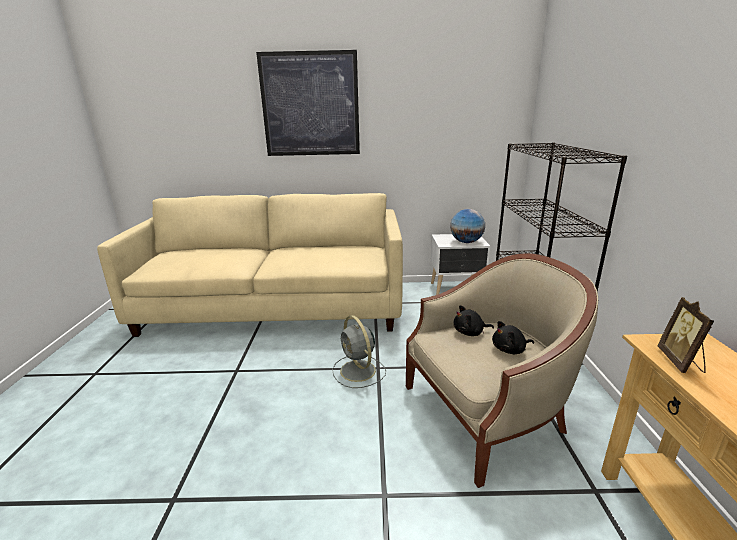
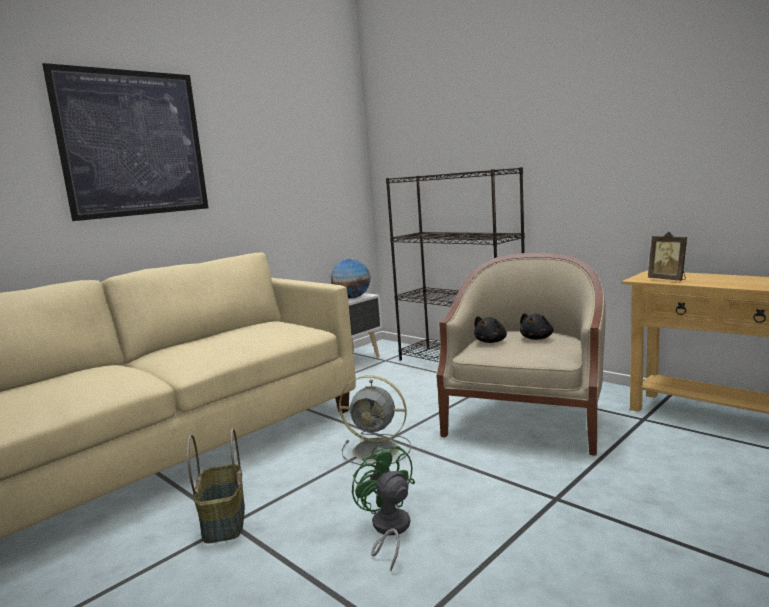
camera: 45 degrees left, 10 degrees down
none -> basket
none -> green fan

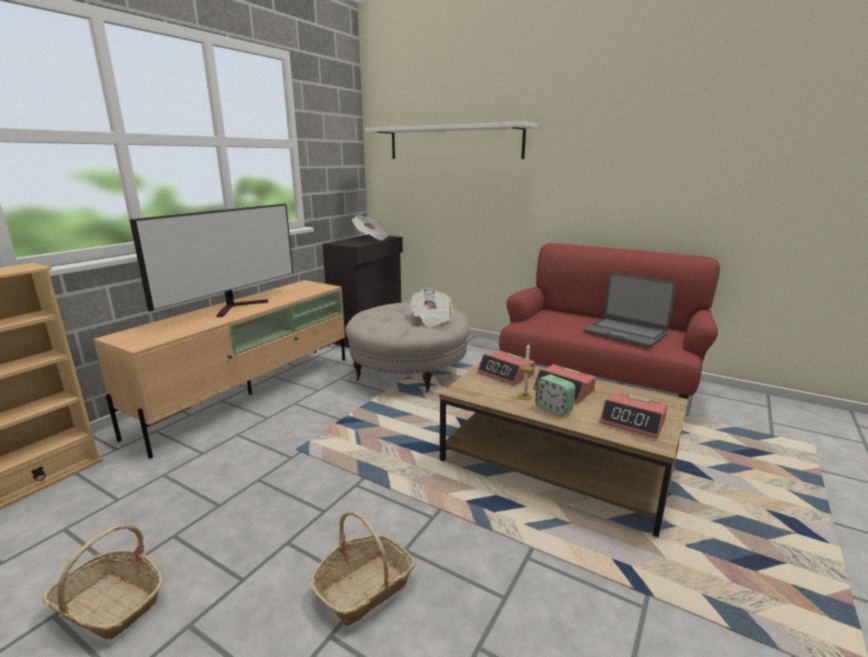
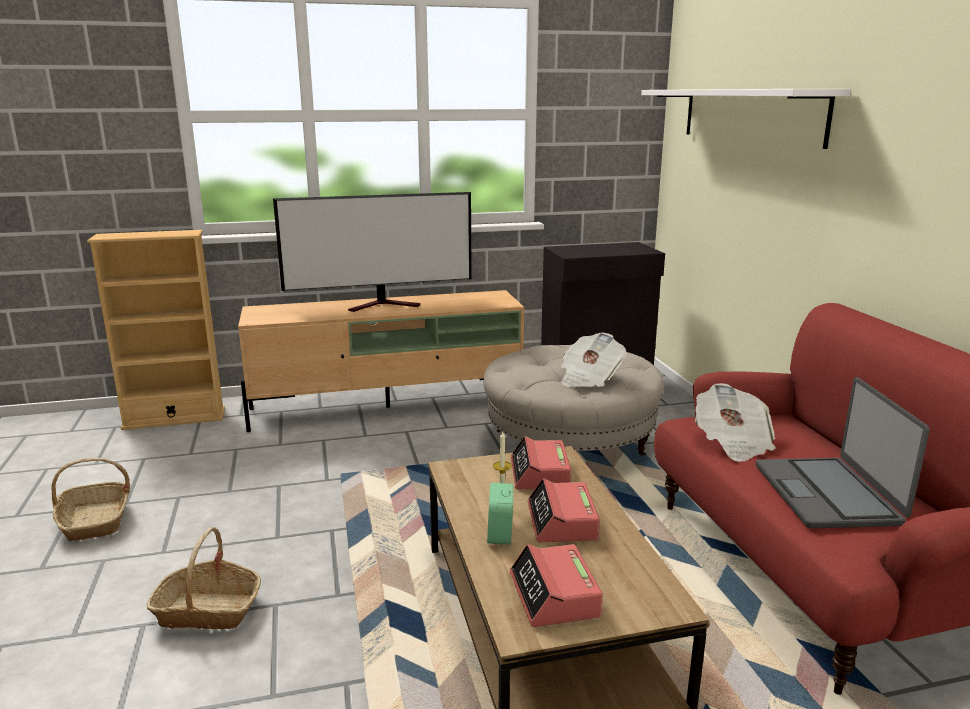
camera: 45 degrees right, 0 degrees up
newspaper (1st from left in the first image) -> newspaper (2nd from left), move

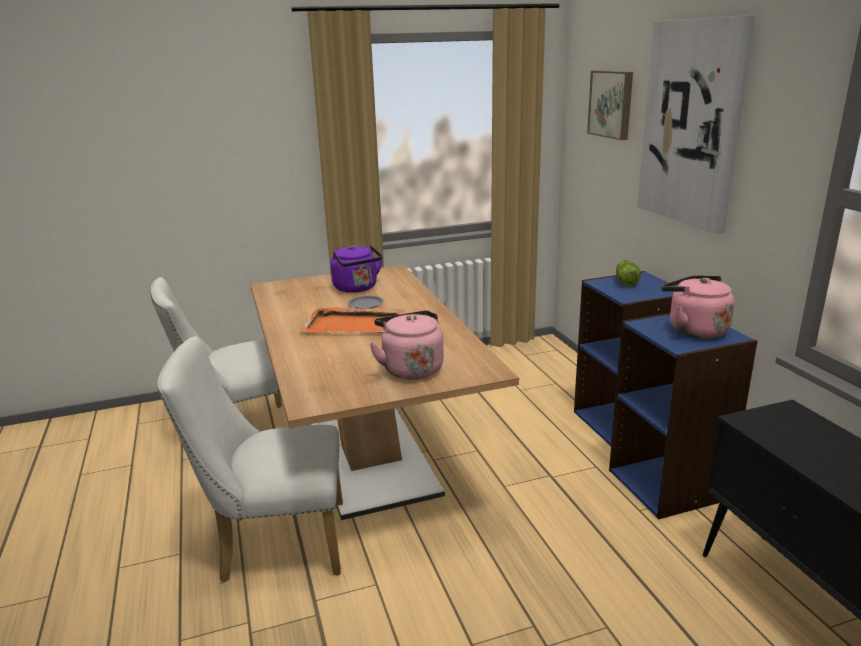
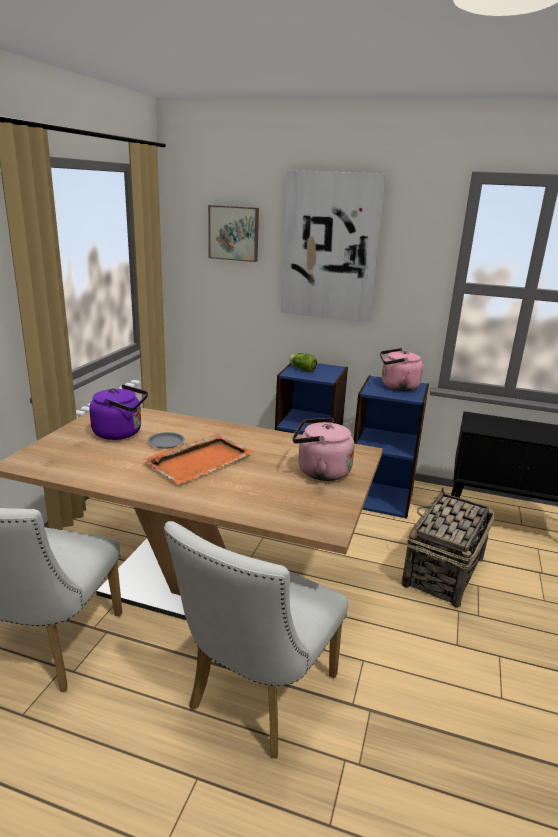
camera: 55 degrees left, 0 degrees up
none -> basket

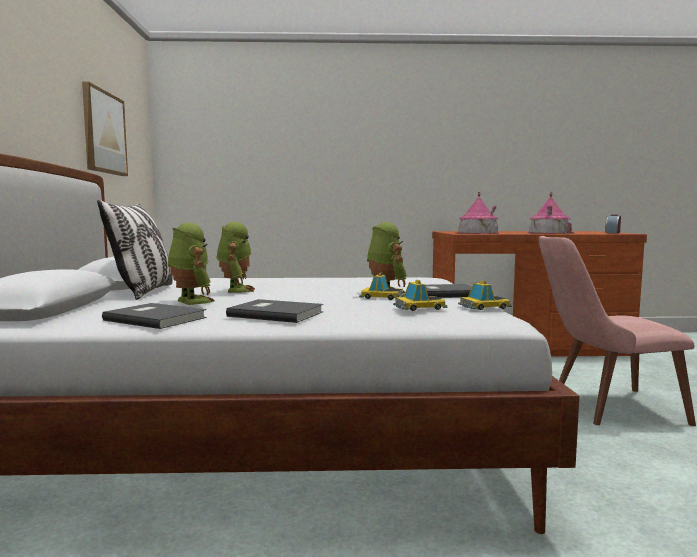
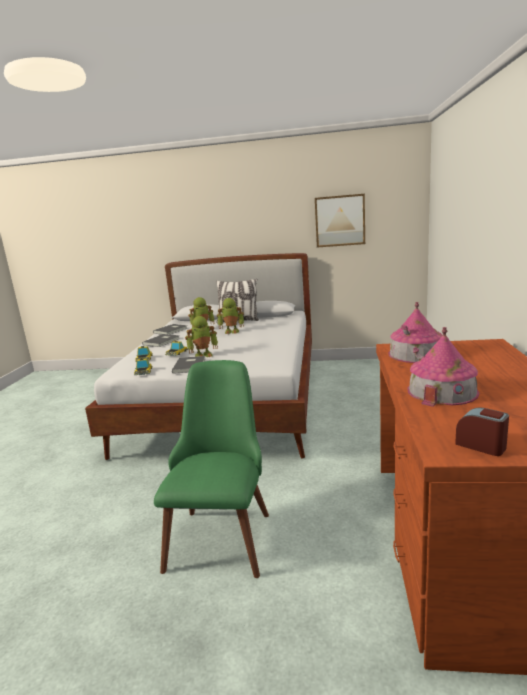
camera: 100 degrees right, 10 degrees up
pink chair -> green chair

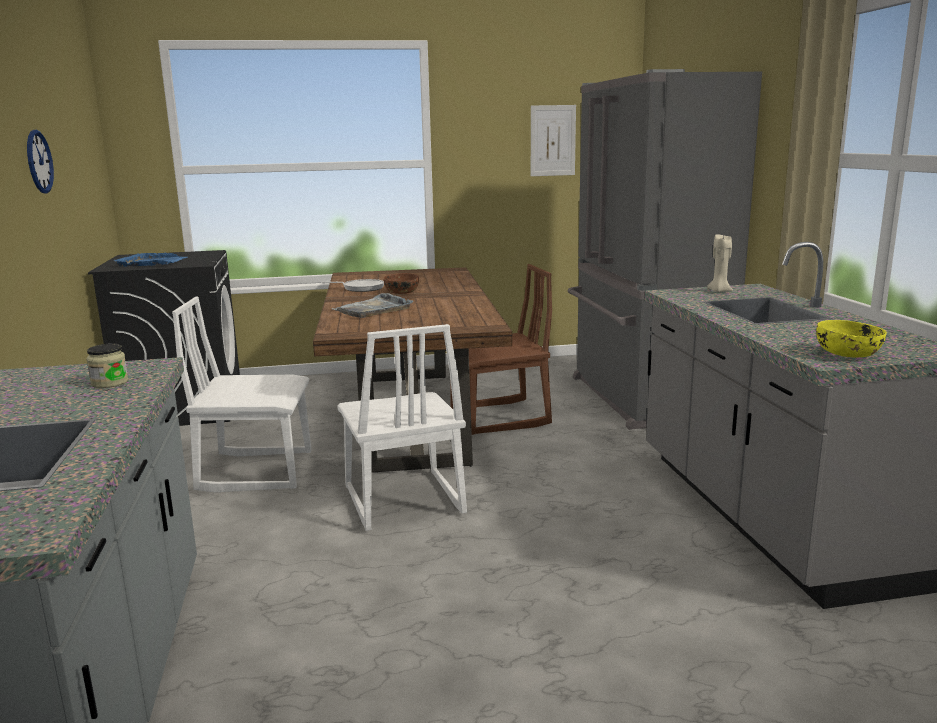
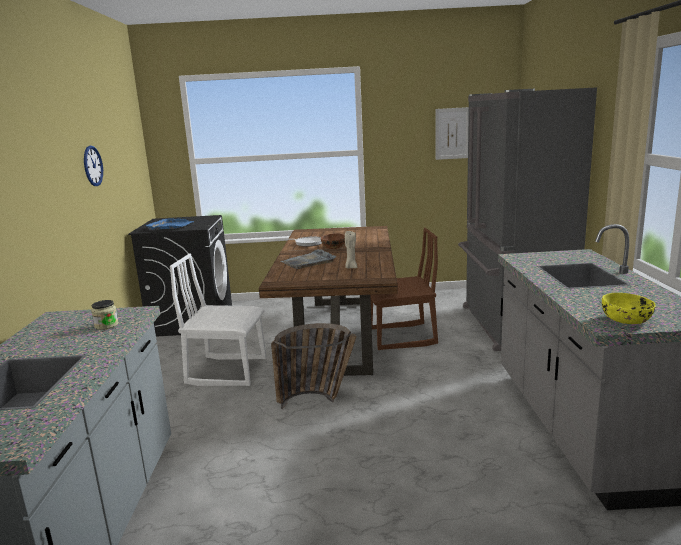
camera: 10 degrees right, 0 degrees up
beige candle, move
white chair (2nd from left) -> basket

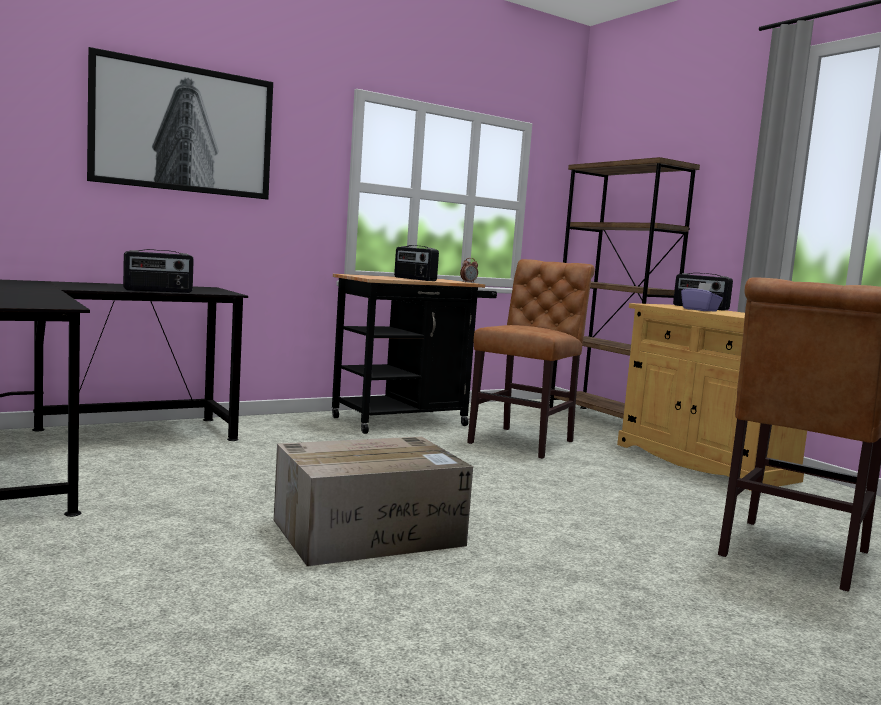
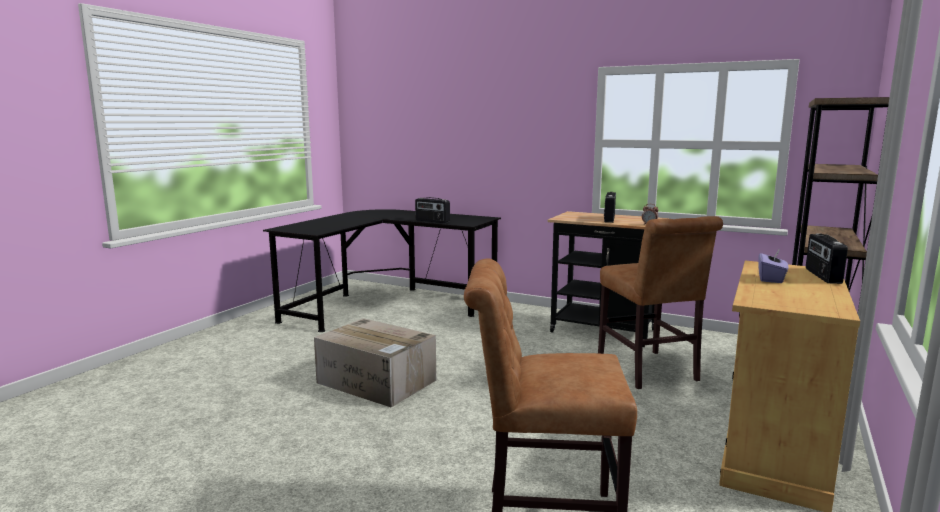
camera: 60 degrees right, 5 degrees up
picture -> none
brown chair (1st from left in the first image) -> brown chair (2nd from left), 75 degrees clockwise

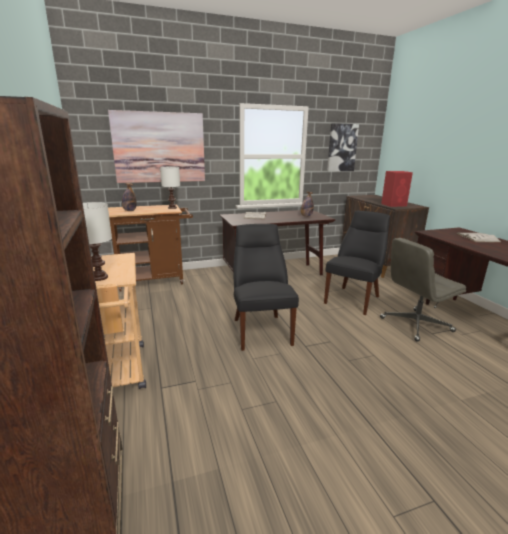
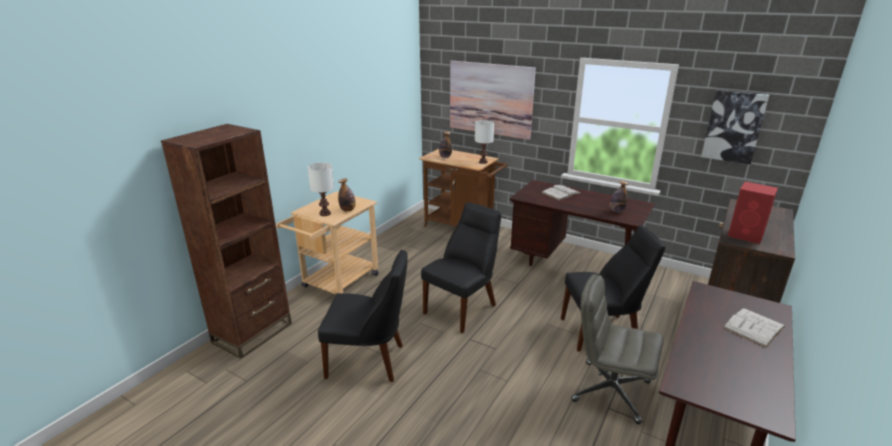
camera: 50 degrees right, 5 degrees up
none -> bottle (1st from left)
none -> black chair (1st from left)

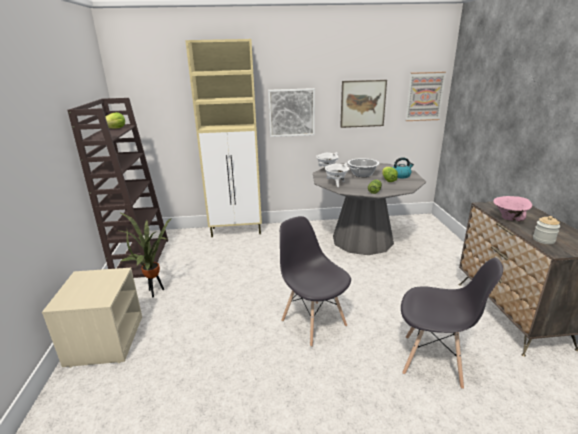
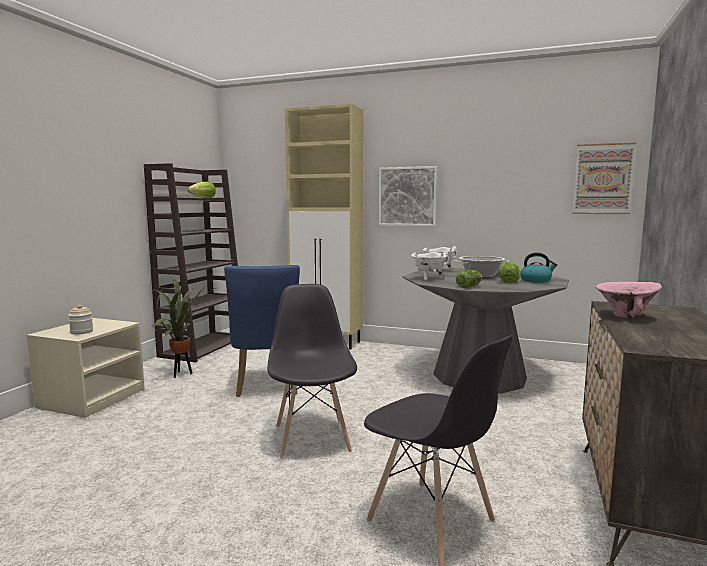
camera: 25 degrees right, 15 degrees down
picture (2nd from left) -> none
jar, move
none -> blue chair

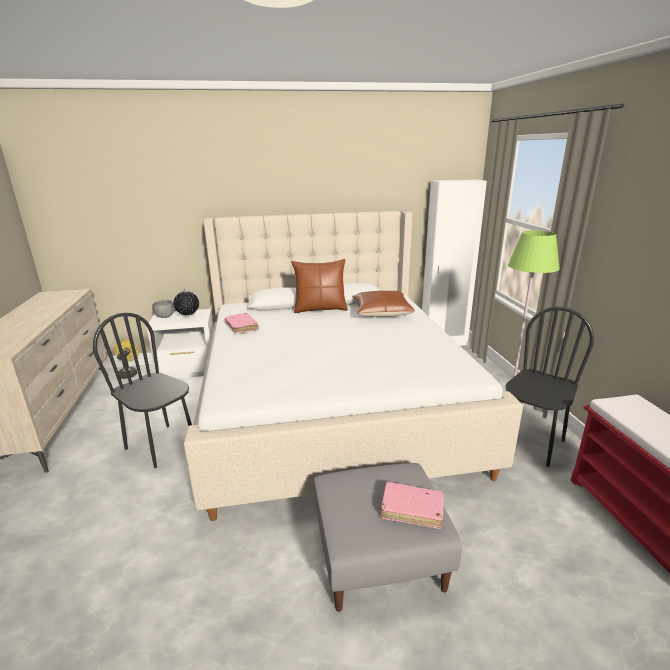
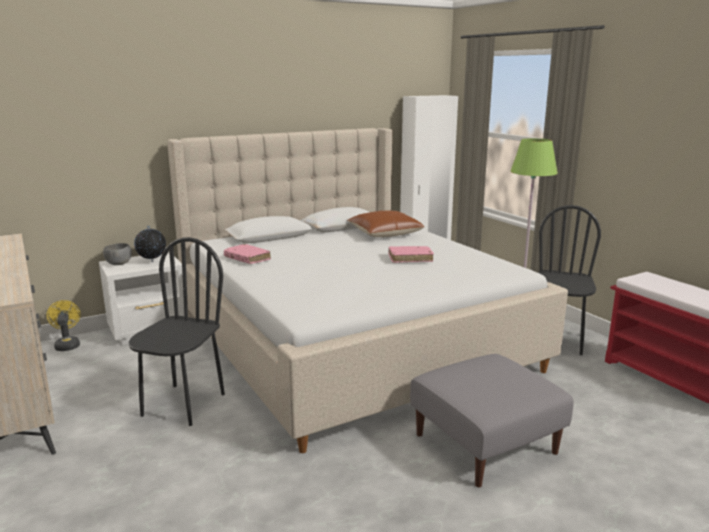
camera: 20 degrees left, 5 degrees down
brown pillow (1st from left) -> none
black chair (1st from left), 90 degrees clockwise
pink book (2nd from left), move

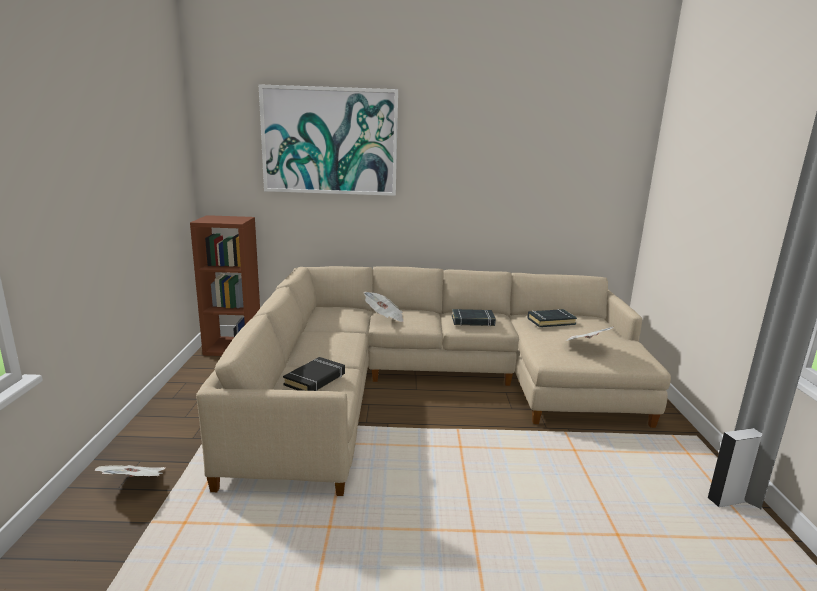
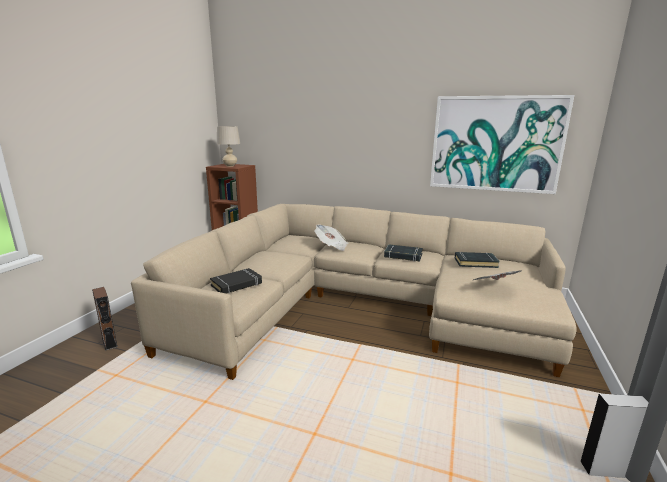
camera: 20 degrees right, 0 degrees up
picture, move
newspaper (1st from left) -> brown speaker
none -> beige table lamp

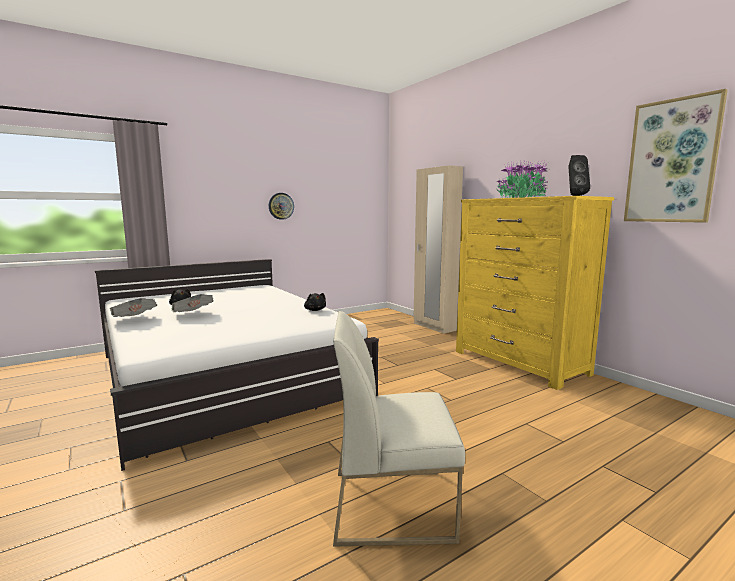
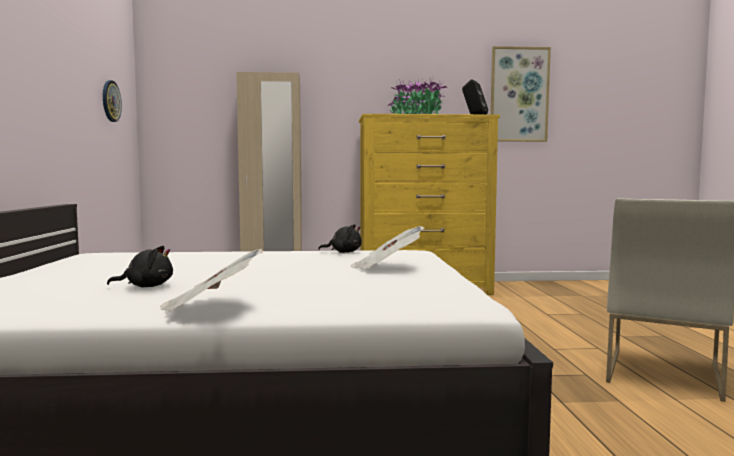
camera: 60 degrees left, 5 degrees down
wall clock, move
newspaper (2nd from left), move

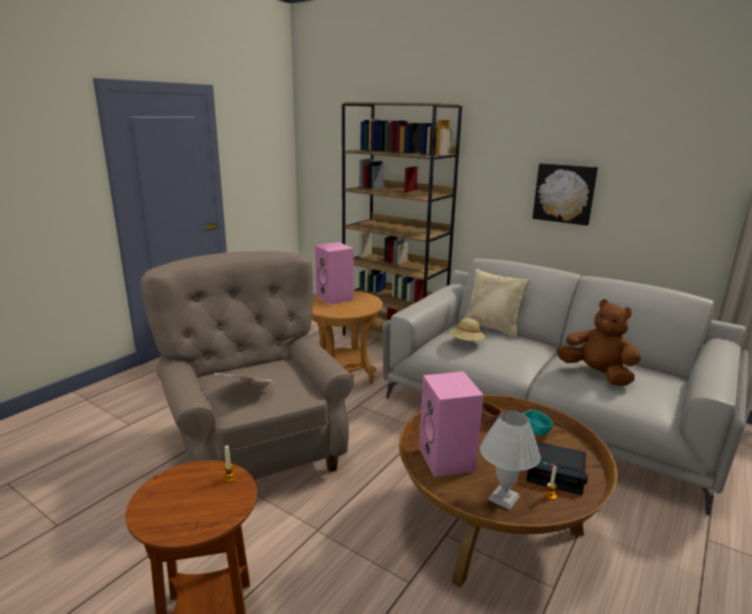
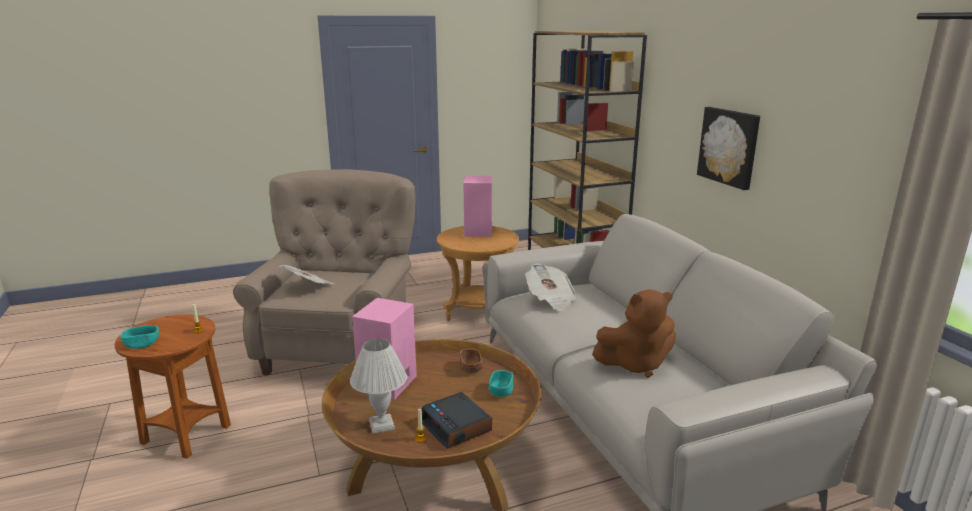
camera: 35 degrees right, 0 degrees up
beige pillow -> none
brown plush toy, 90 degrees clockwise
beige hat -> newspaper (2nd from left)
none -> turquoise bowl (1st from left)

